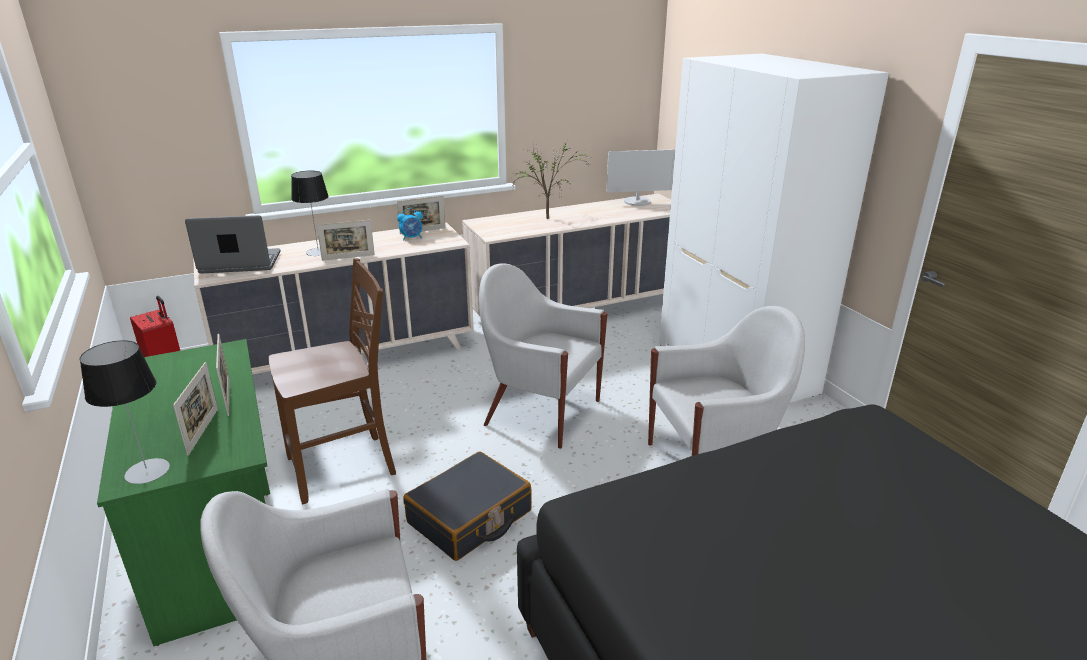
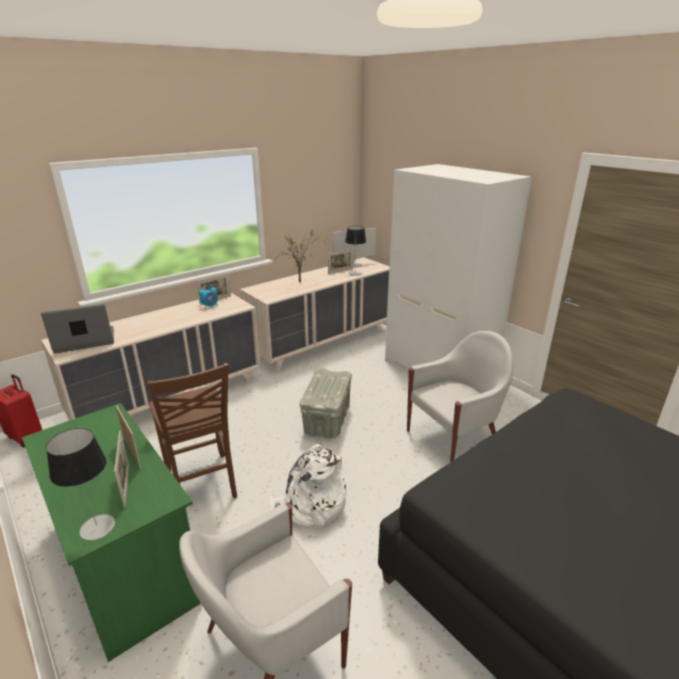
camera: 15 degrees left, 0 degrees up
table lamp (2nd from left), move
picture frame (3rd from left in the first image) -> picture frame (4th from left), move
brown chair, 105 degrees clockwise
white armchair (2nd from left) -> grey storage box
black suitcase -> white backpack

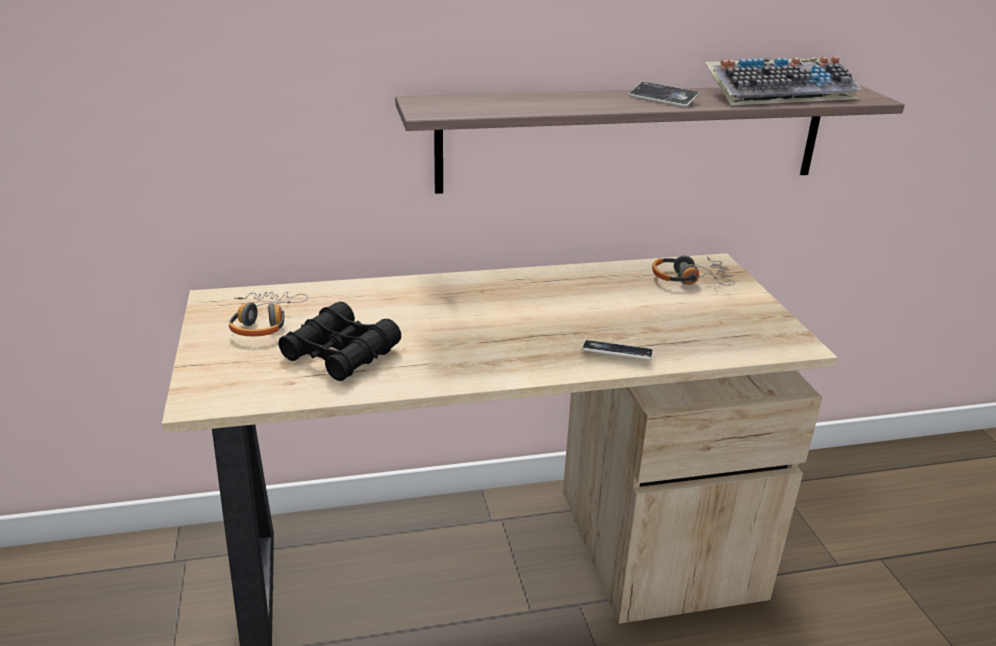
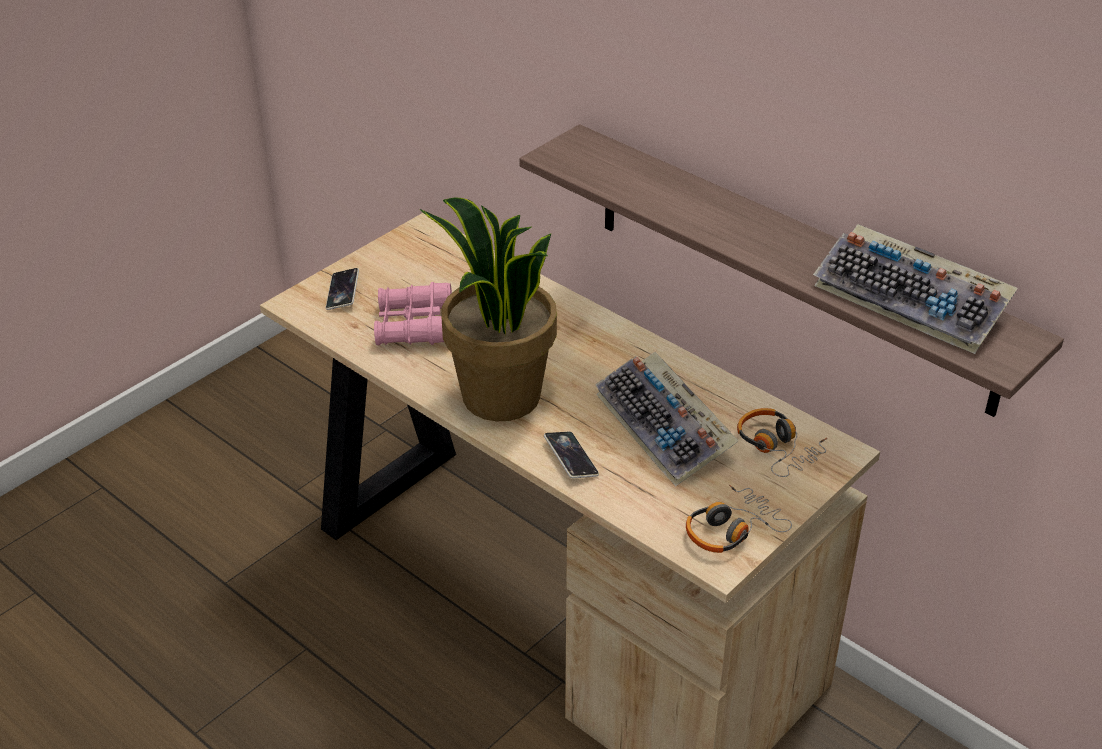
camera: 55 degrees right, 10 degrees up
phone (2nd from left in the first image) -> phone (1st from left), move
headphones (1st from left), move
black binoculars -> pink binoculars
none -> potted plant
none -> keyboard (1st from left)

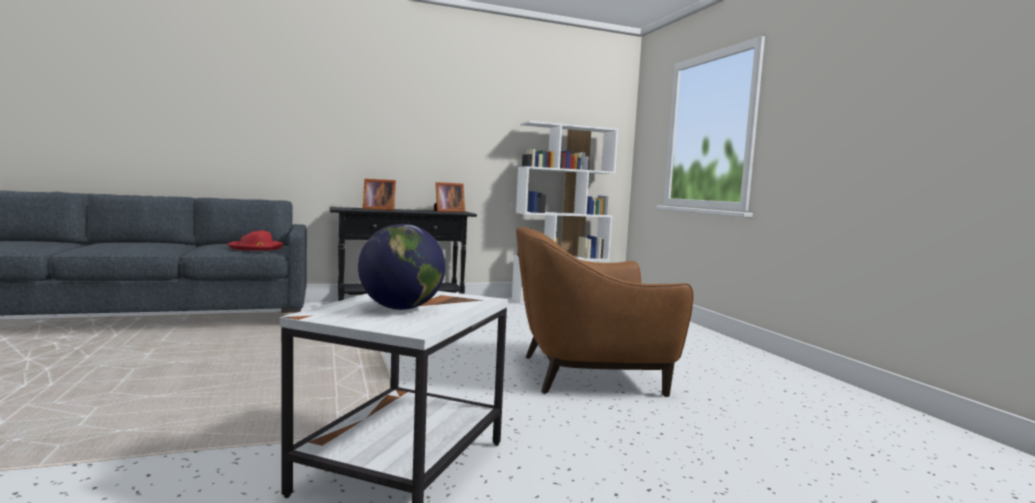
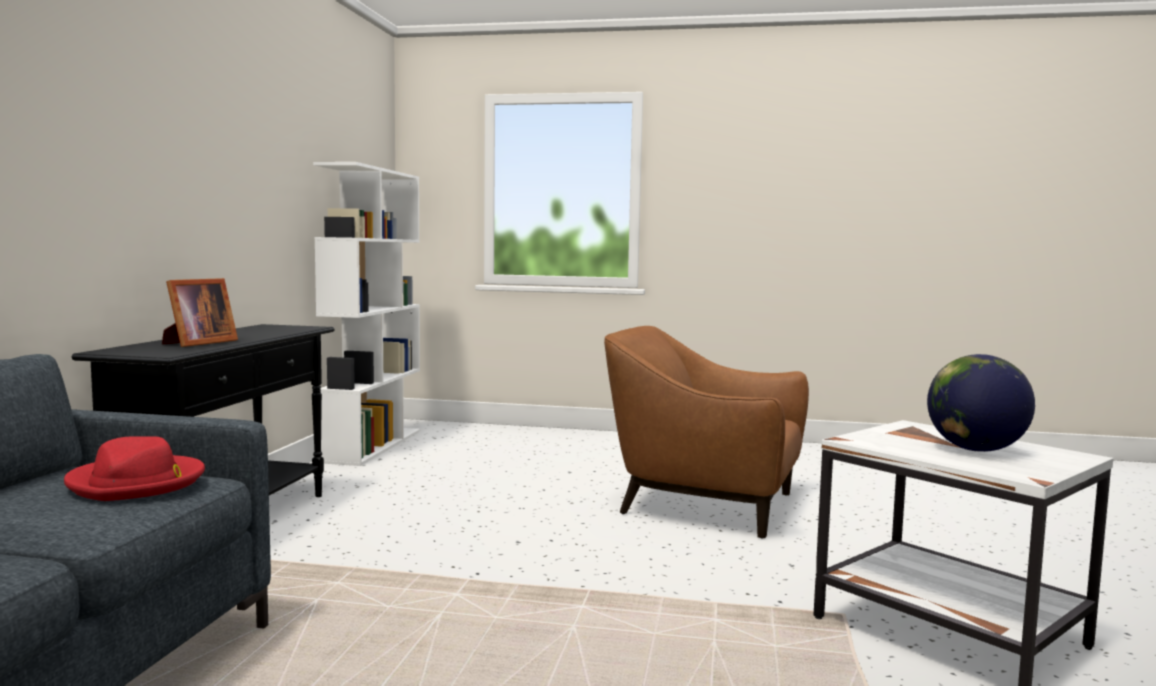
camera: 60 degrees left, 0 degrees up
picture frame (2nd from left) -> none
brown armchair, 90 degrees clockwise

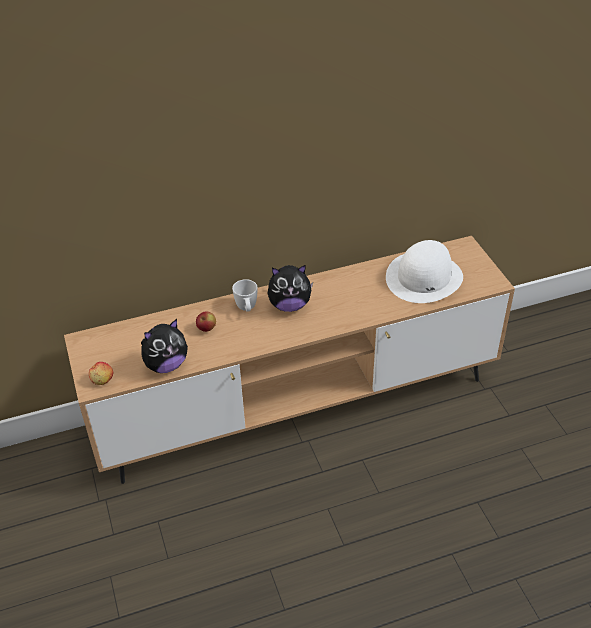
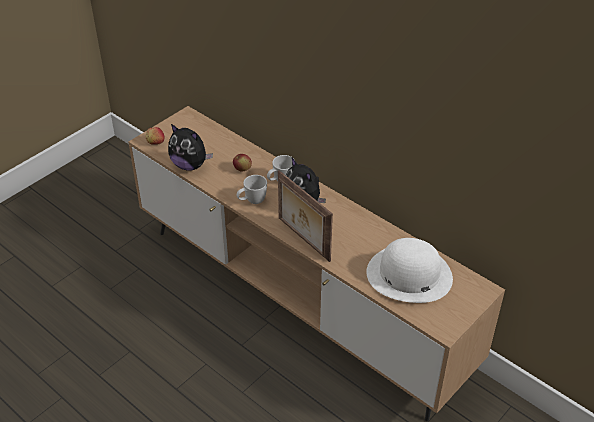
camera: 60 degrees right, 0 degrees up
none -> picture frame
none -> white mug (1st from left)

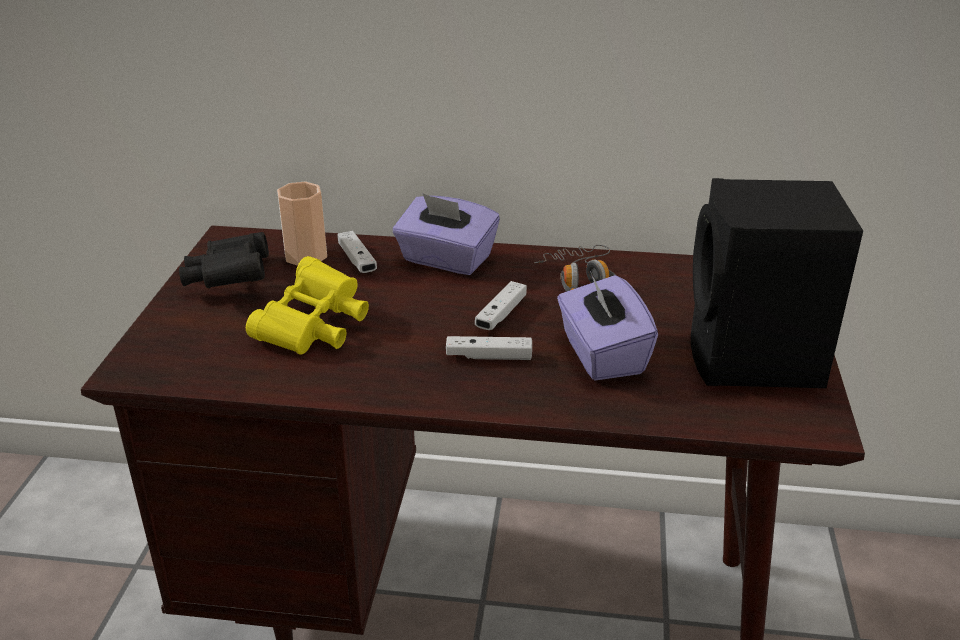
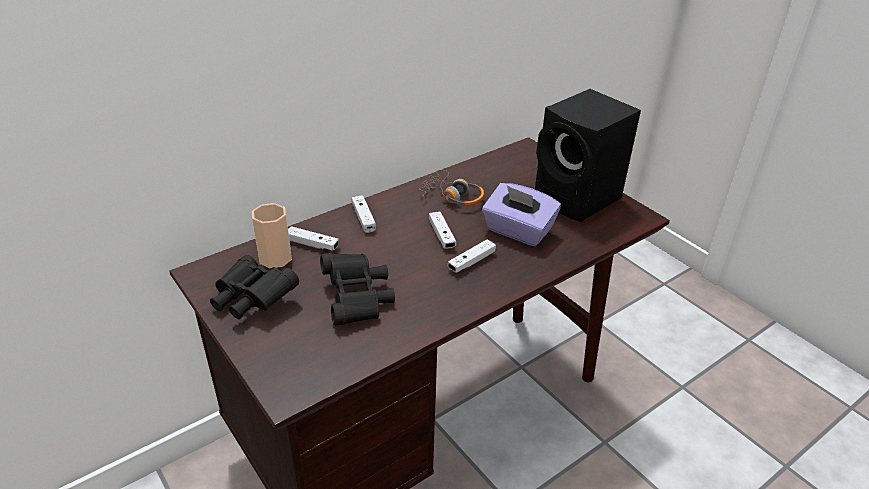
camera: 45 degrees left, 5 degrees up
purple tissue box (1st from left) -> white game controller (2nd from left)
yellow binoculars -> black binoculars (2nd from left)

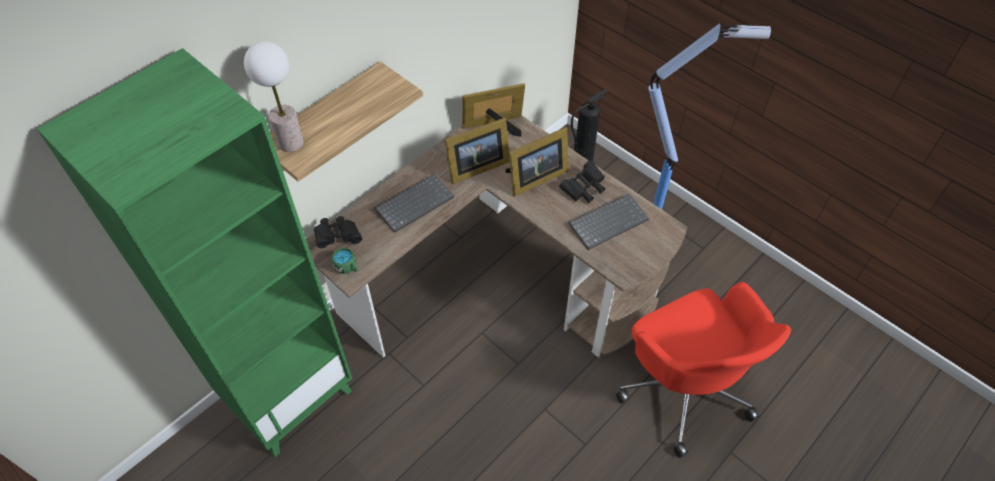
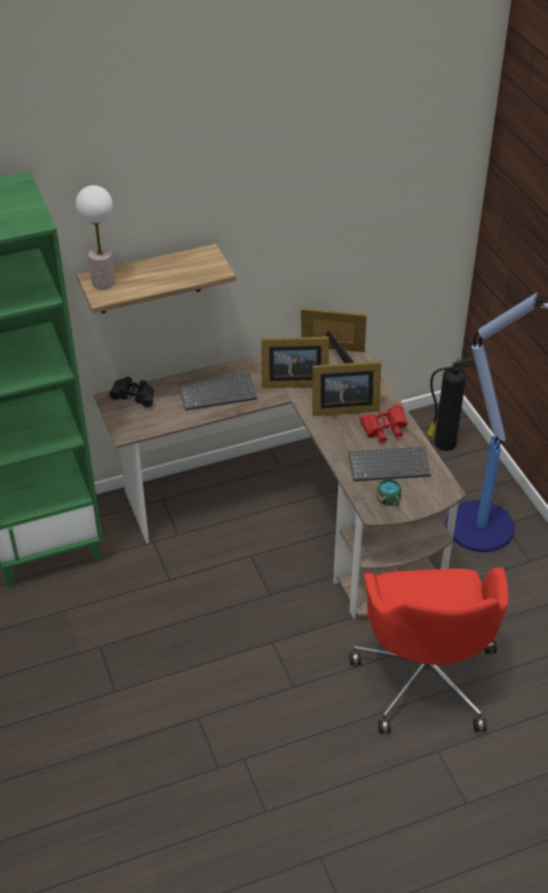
camera: 25 degrees right, 10 degrees down
black binoculars (2nd from left) -> red binoculars
green mug, move

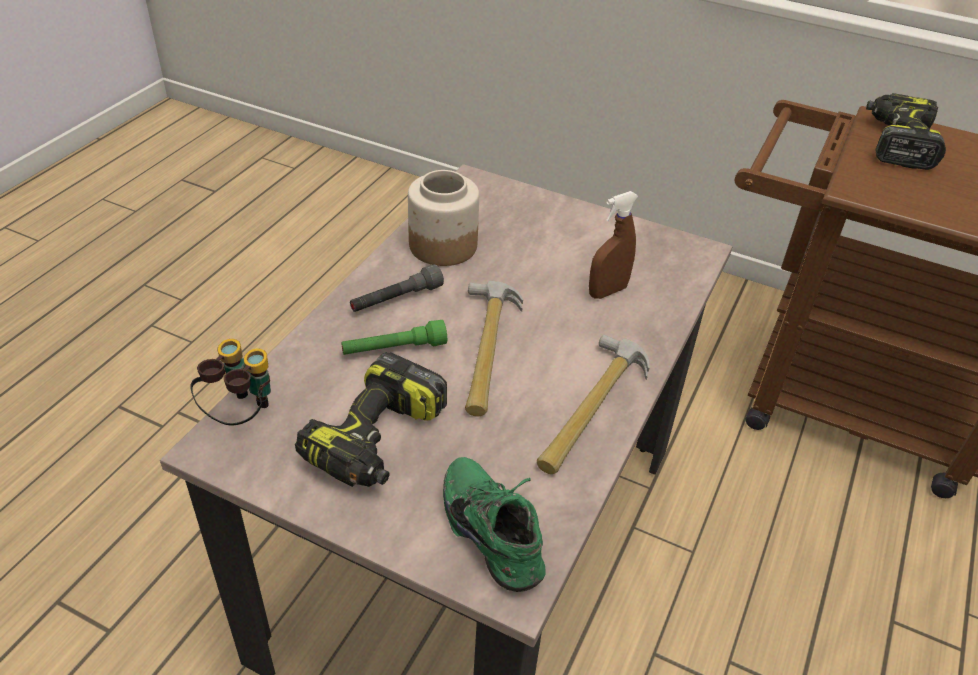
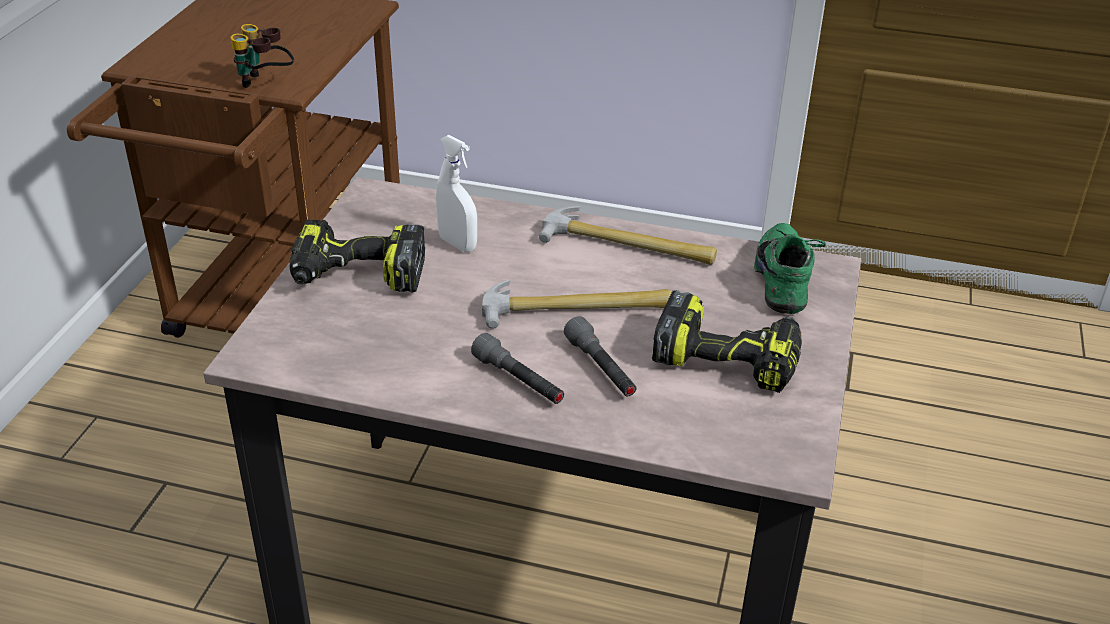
camera: 100 degrees left, 5 degrees down
power drill (2nd from left in the first image) -> power drill (1st from left), move
jar -> none
brown spray bottle -> white spray bottle
green flashlight -> grey flashlight (2nd from left)
binoculars, move
green shoe, 135 degrees clockwise

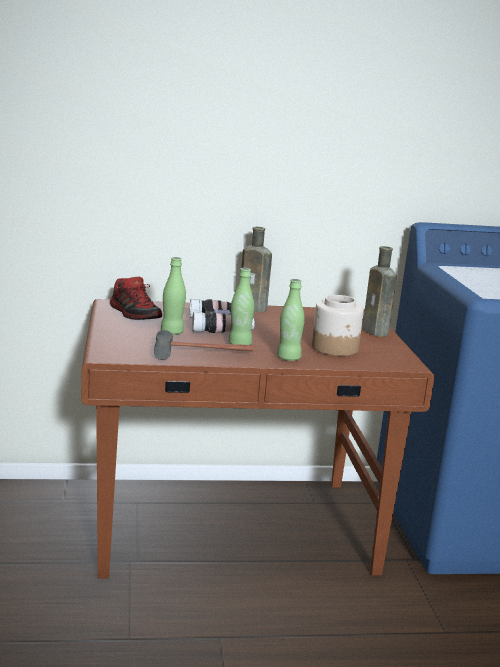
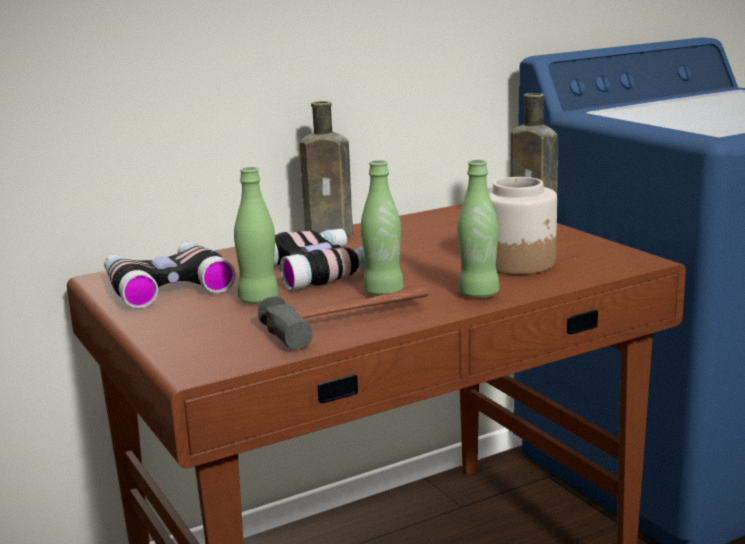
camera: 20 degrees left, 0 degrees up
shoe -> binoculars (1st from left)

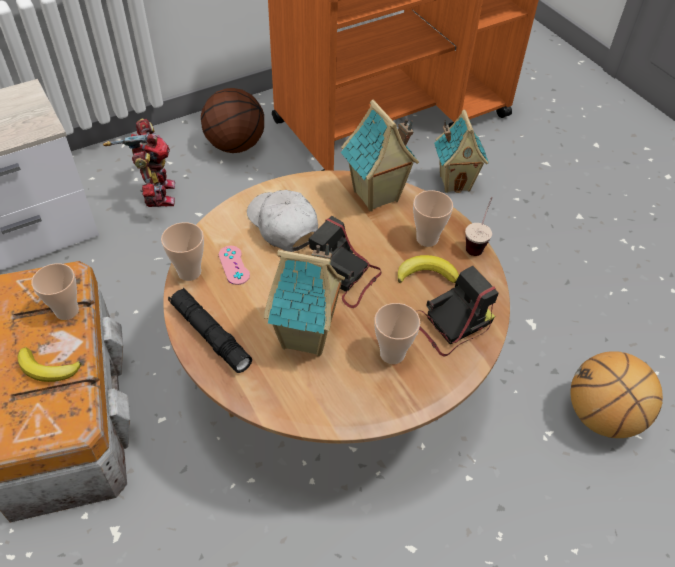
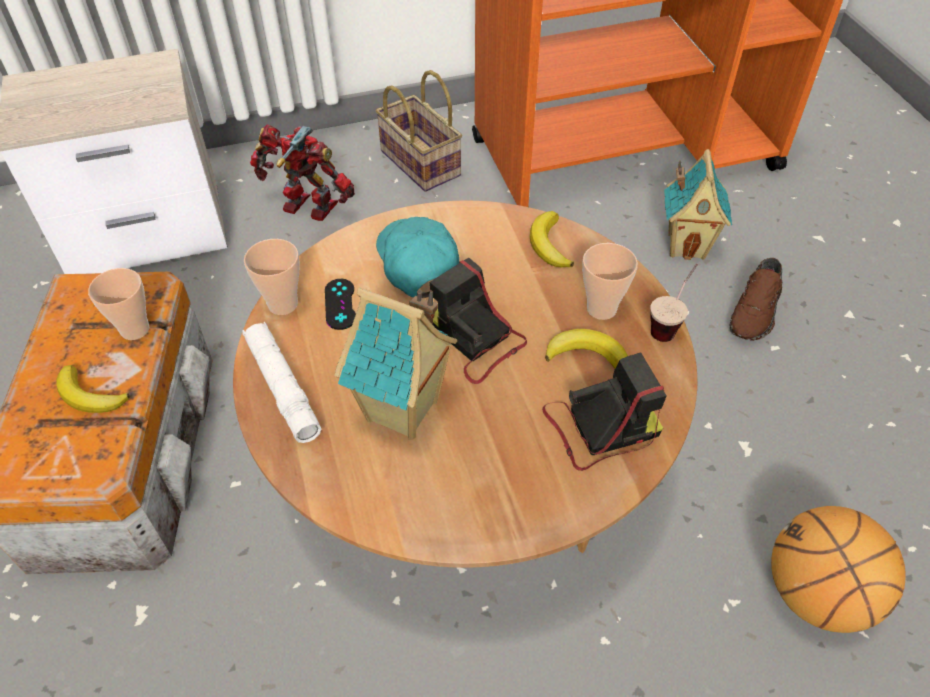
camera: 15 degrees right, 0 degrees up
basketball (1st from left) -> basket
toy house (2nd from left) -> banana (2nd from left)
toy robot, 75 degrees counterclockwise
white cap -> turquoise cap
pink game controller -> black game controller
black flashlight -> white flashlight
cup (3rd from left) -> none
none -> brown shoe

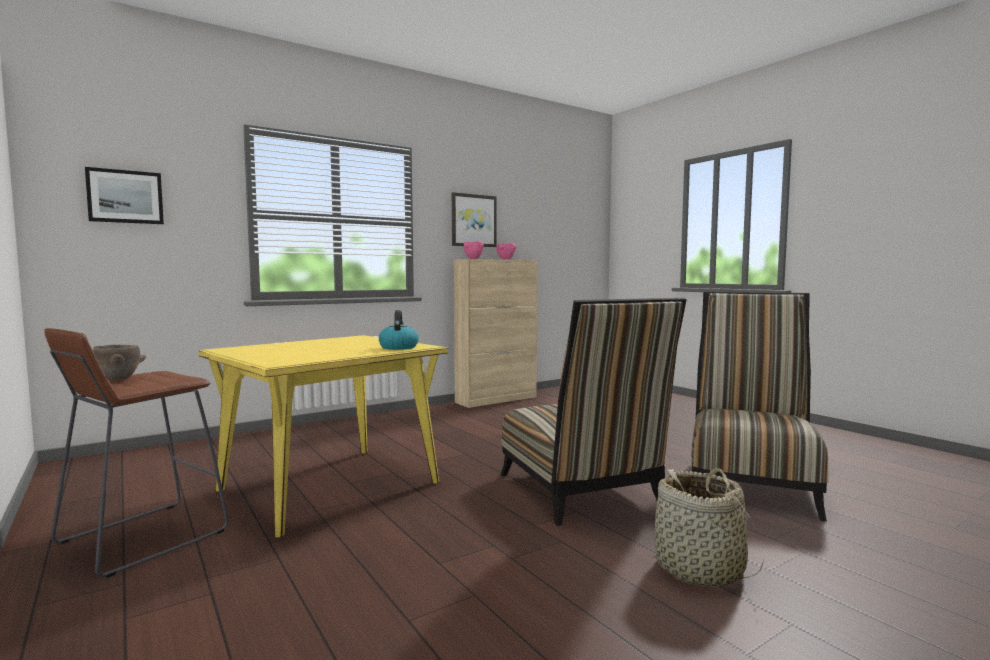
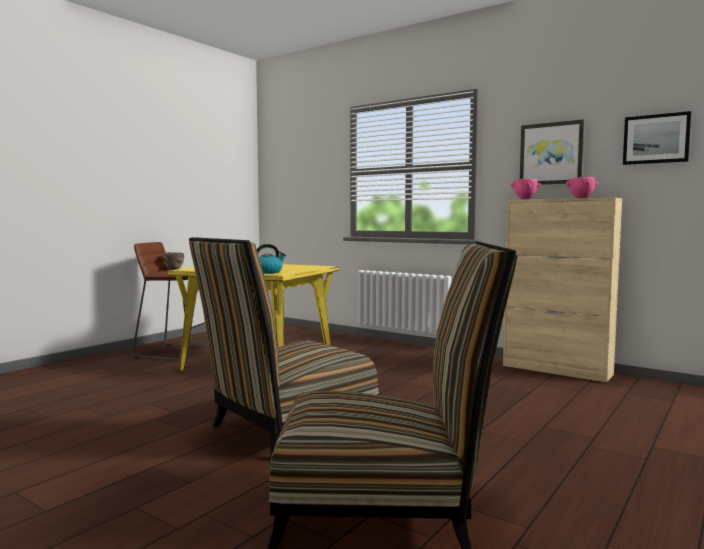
camera: 70 degrees right, 0 degrees up
picture (1st from left in the first image) -> picture (2nd from left), move
basket -> none

